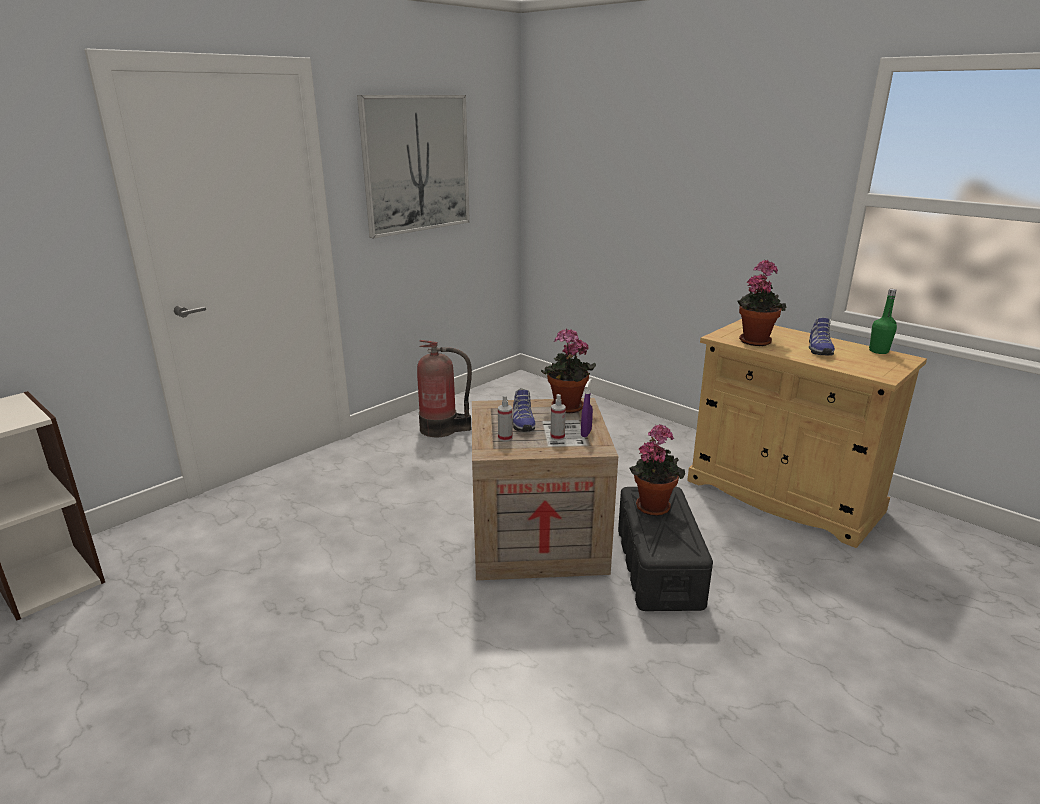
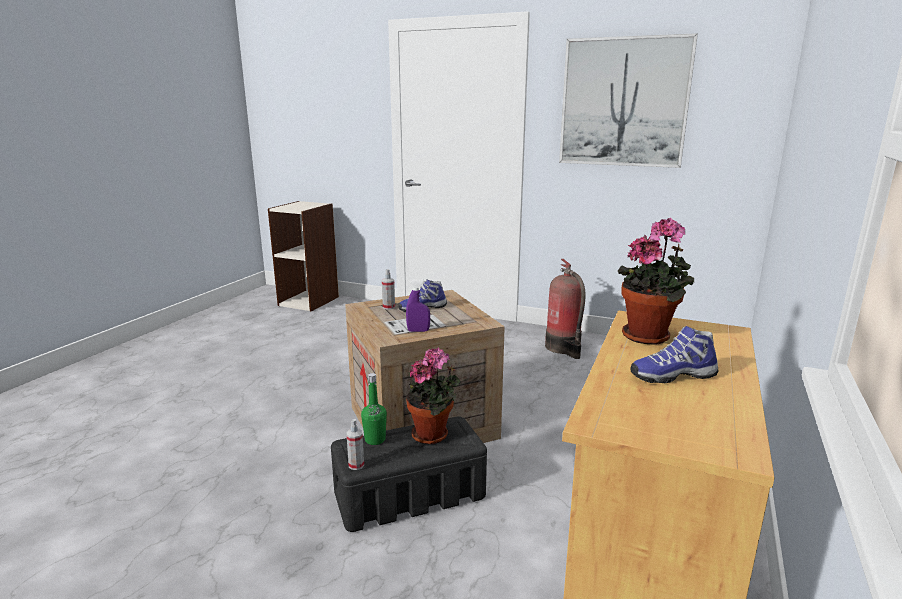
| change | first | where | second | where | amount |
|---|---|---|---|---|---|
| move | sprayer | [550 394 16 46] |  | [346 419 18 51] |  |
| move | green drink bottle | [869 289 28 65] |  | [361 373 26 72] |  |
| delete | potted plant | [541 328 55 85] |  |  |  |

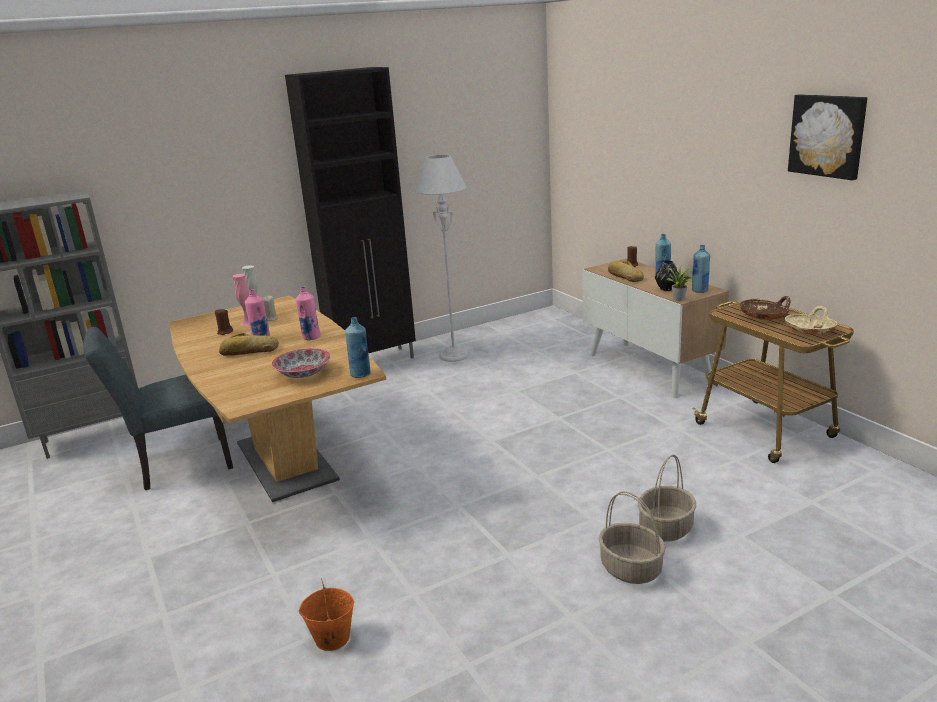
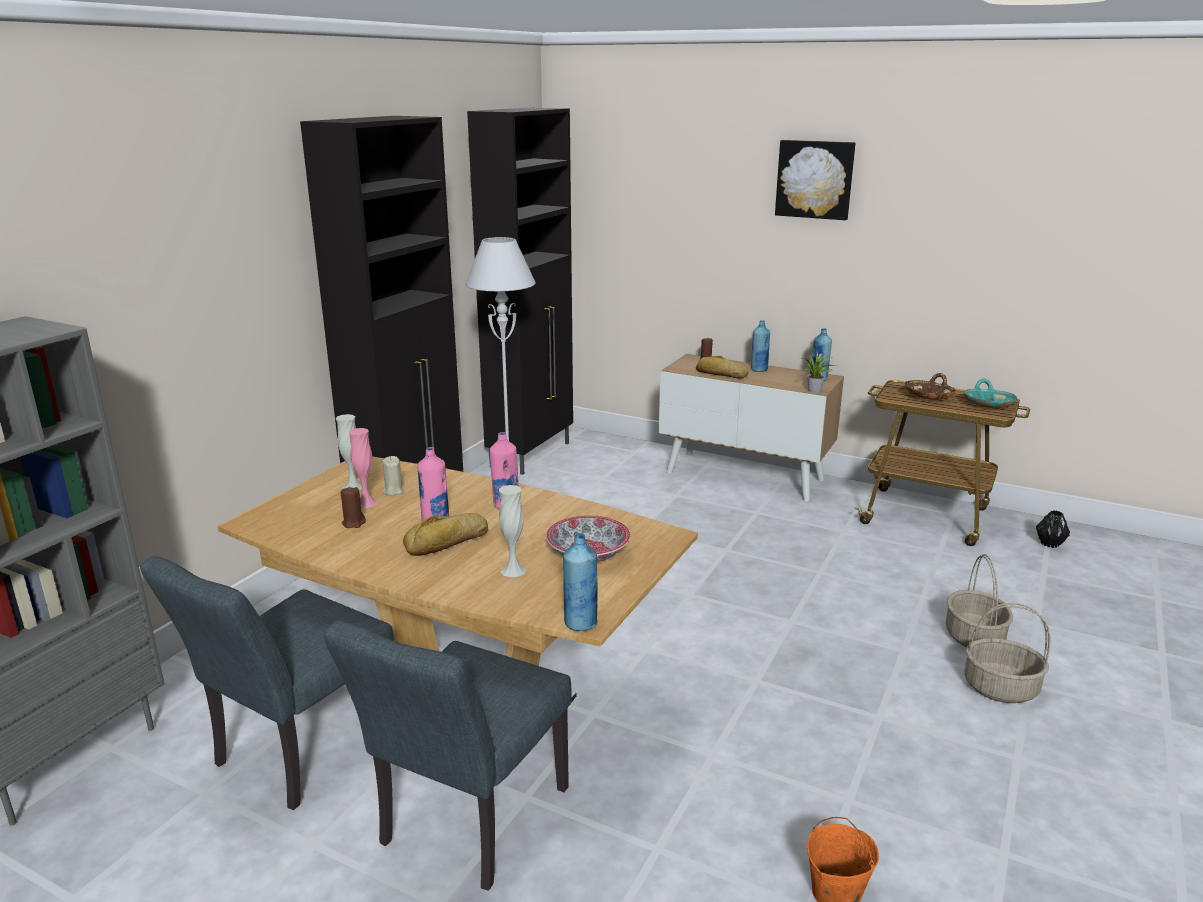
| change | first | where | second | where | amount |
|---|---|---|---|---|---|
| insert |  |  | greyish upright chair | [324 621 248 270] |  |
| insert |  |  | black-coloured cupboard | [467 108 106 367] |  |
| insert |  |  | white vase | [499 485 27 92] |  |
| move | blue-coloured drink bottle | [345 317 26 61] |  | [563 533 35 98] |  |
| move | picture | [788 94 79 86] |  | [775 140 80 80] |  |
| recolor | beige serving bowl | [785 306 53 29] | blue-green serving bowl | [963 379 54 29] |  |
| move | black-coloured vase | [655 260 24 31] |  | [1036 510 34 38] |  |

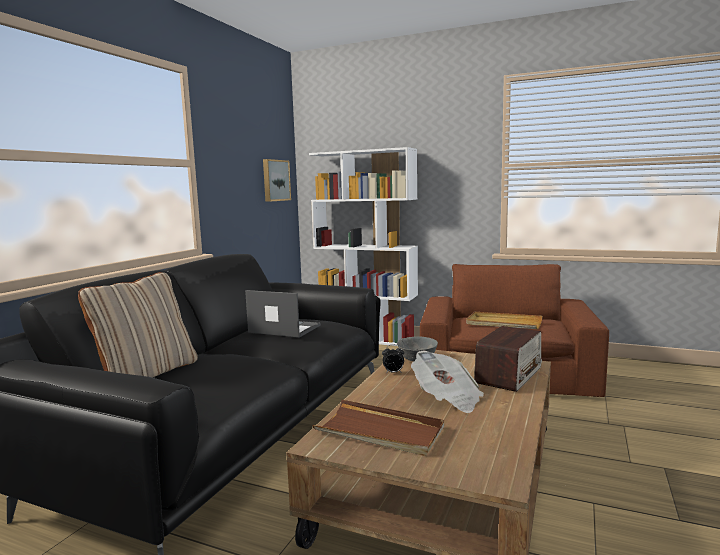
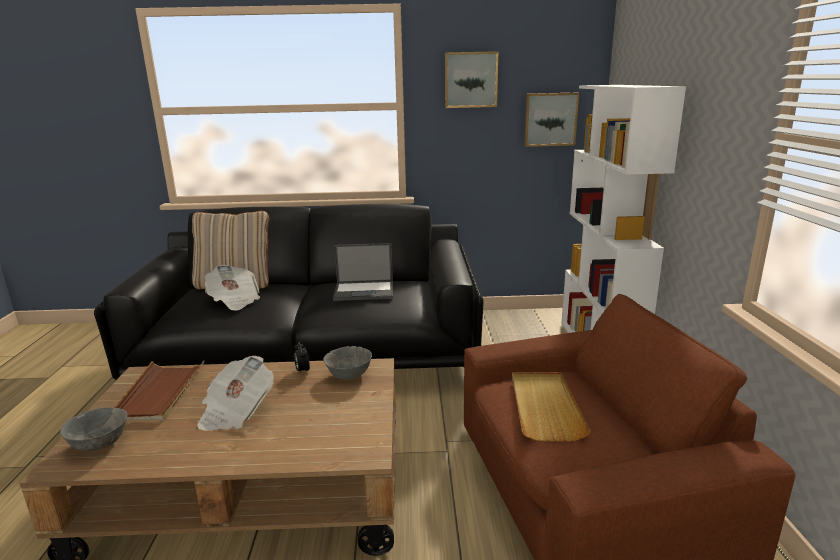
| change | first | where | second | where | amount |
|---|---|---|---|---|---|
| insert |  |  | greyish serving bowl | [60 407 68 44] |  |
| insert |  |  | newspaper | [205 265 55 46] |  |
| rotate | notebook computer | [245 290 76 48] |  | [333 243 60 58] | 90 degrees clockwise |
| insert |  |  | picture | [445 51 53 57] |  |
| delete | radio set | [474 326 68 66] |  |  |  |

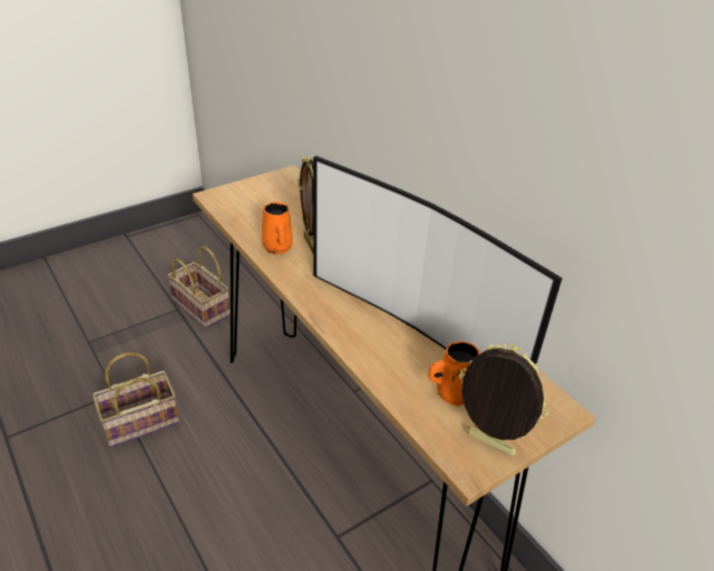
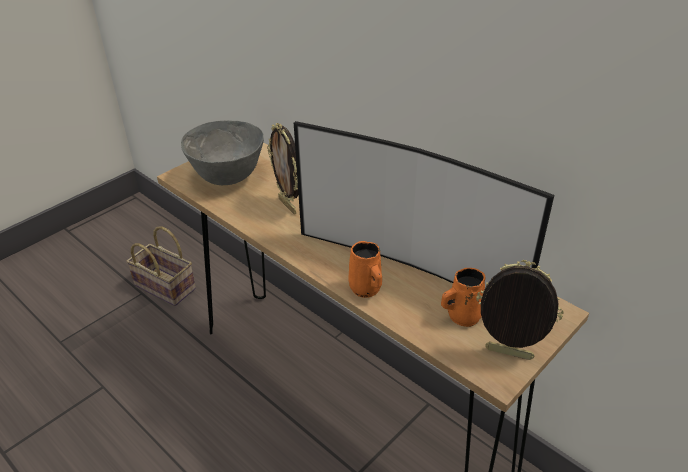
| change | first | where | second | where | amount |
|---|---|---|---|---|---|
| insert |  |  | greyish serving bowl | [181 121 83 64] |  |
| move | orangey tea mug | [262 202 31 52] |  | [348 241 34 57] |  |
| delete | household basket | [92 352 87 95] |  |  |  |

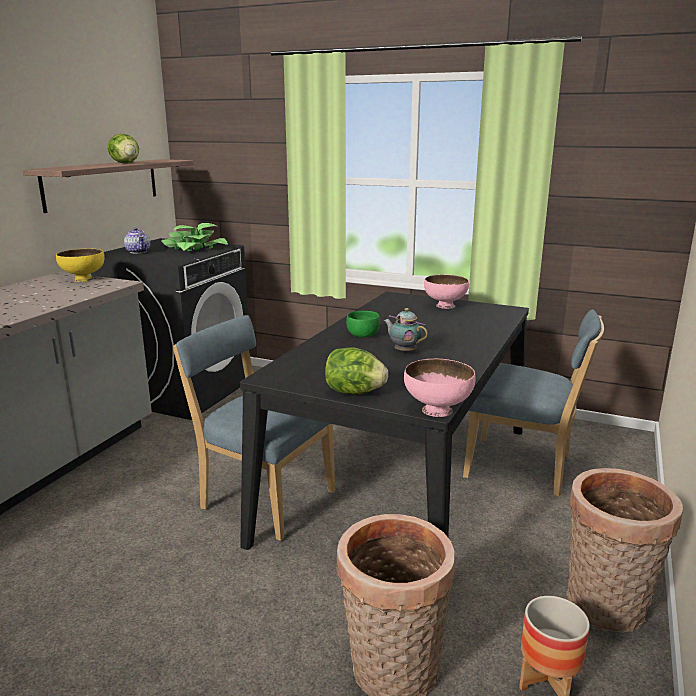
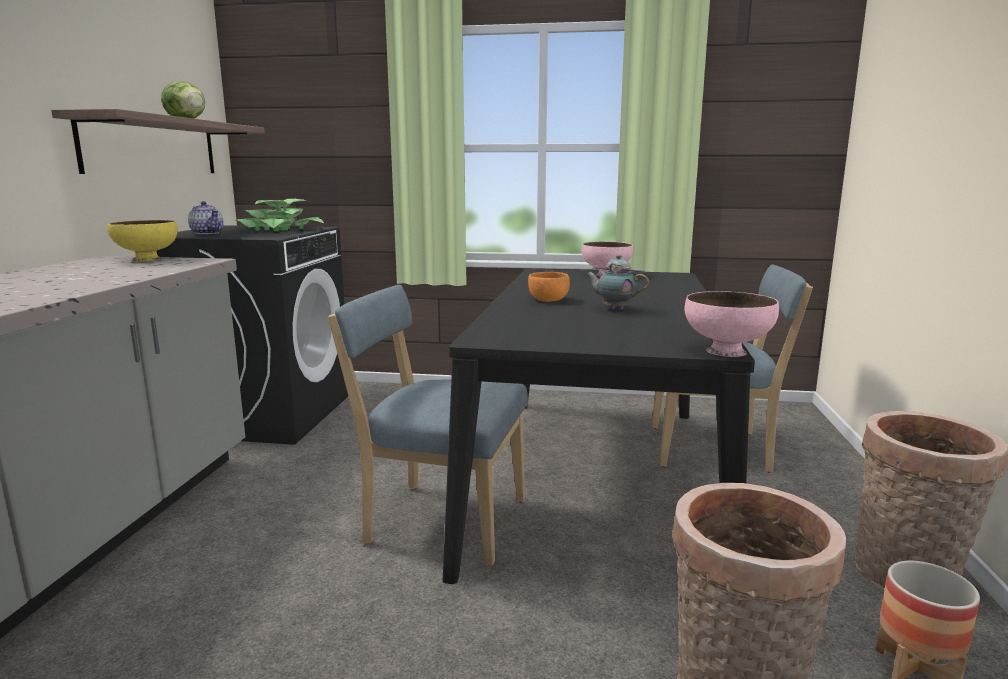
| change | first | where | second | where | amount |
|---|---|---|---|---|---|
| recolor | green serving bowl | [346 311 34 26] | orangey serving bowl | [528 272 42 30] |  |
| delete | head of lettuce | [325 347 63 47] |  |  |  |

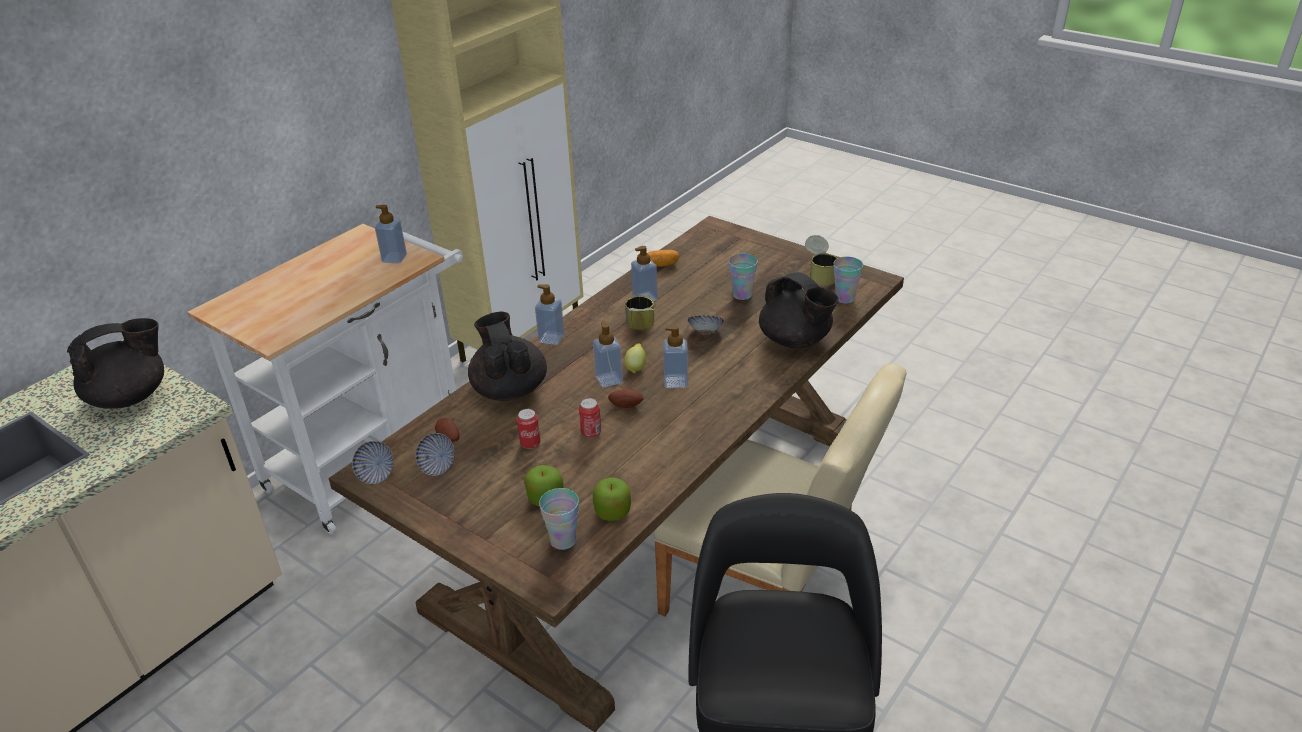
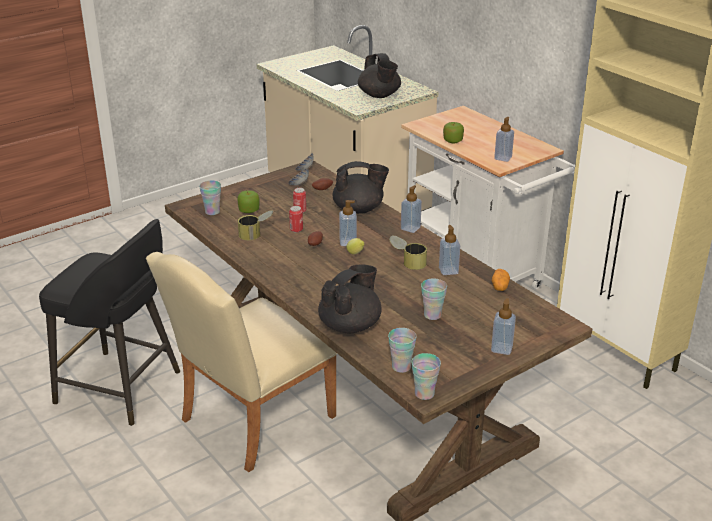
| change | first | where | second | where | amount |
|---|---|---|---|---|---|
| move | can | [805 235 32 50] |  | [238 210 36 30] |  |
| rotate | black-coloured pot for tea | [759 272 80 76] |  | [318 265 64 68] | 150 degrees clockwise |
| insert |  |  | cup | [411 353 30 47] |  |
| move | apple | [593 478 38 43] |  | [443 122 21 21] |  |
| move | soap dispenser | [663 325 25 63] |  | [491 298 25 57] |  |
| delete | serving bowl | [688 315 36 19] |  |  |  |

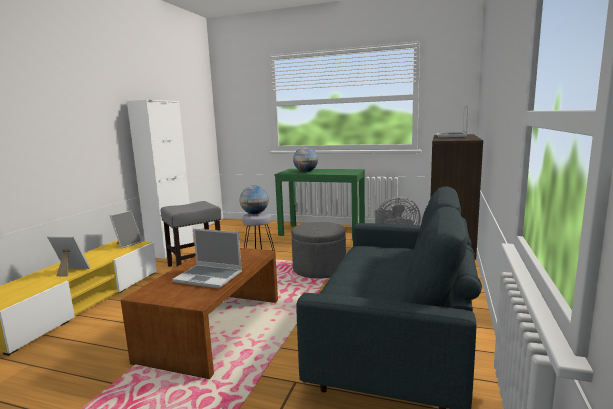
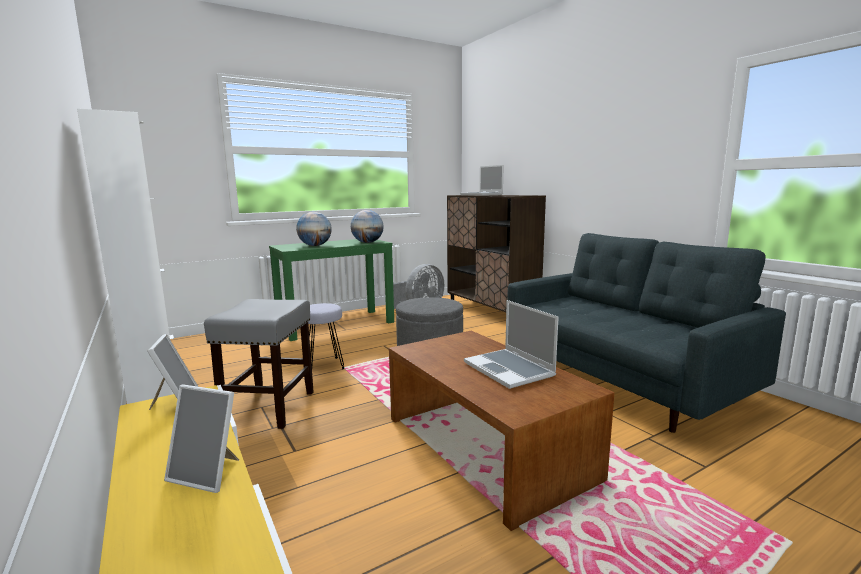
| change | first | where | second | where | amount |
|---|---|---|---|---|---|
| rotate | picture frame | [47 236 43 41] |  | [164 385 75 108] | 120 degrees counterclockwise |
| move | desk globe | [240 185 29 29] |  | [351 210 33 33] |  |
| rotate | notebook computer | [172 229 70 60] |  | [464 300 95 89] | 90 degrees clockwise |

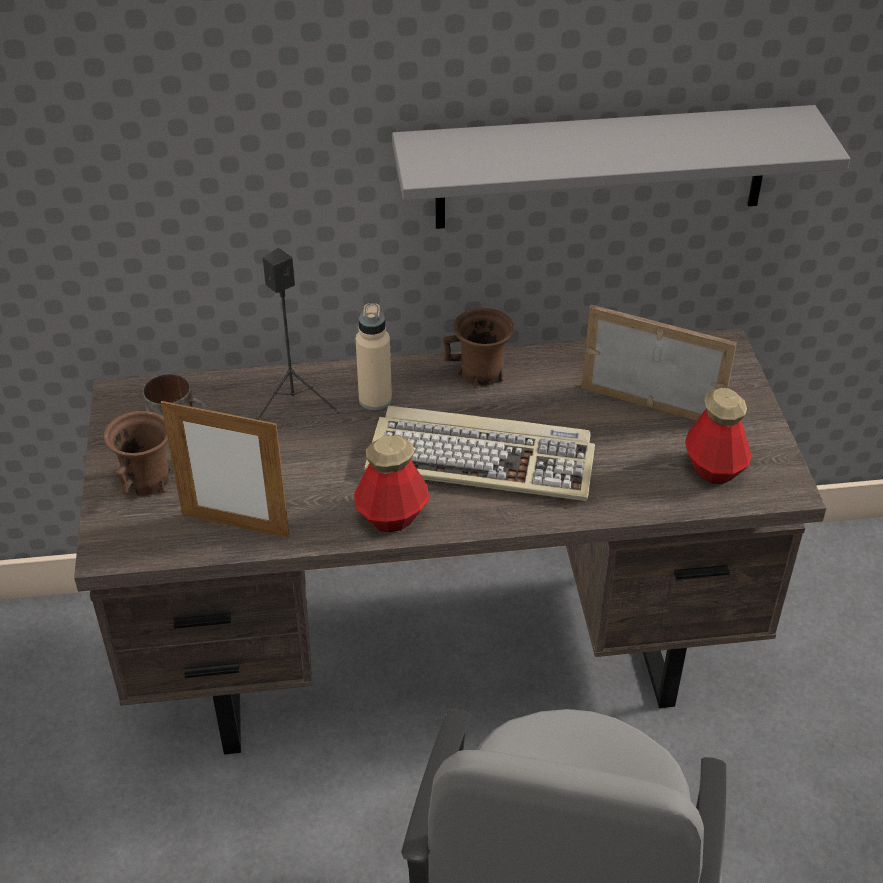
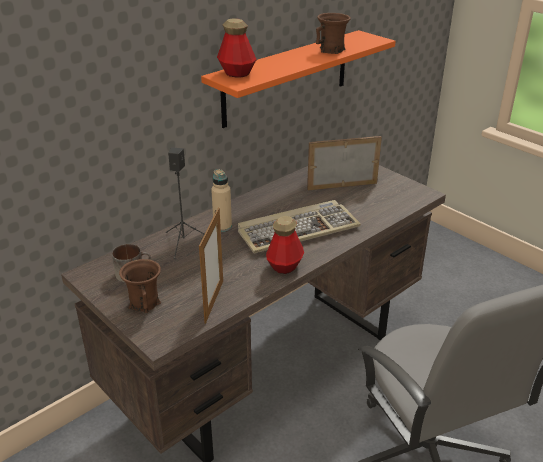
| change | first | where | second | where | amount |
|---|---|---|---|---|---|
| rotate | picture frame | [161 400 128 138] |  | [199 207 24 117] | 60 degrees counterclockwise |
| recolor | greyish wall shelf | [392 105 458 124] | orangey wall shelf | [201 30 195 98] |  |
| move | drink bottle | [685 388 67 96] |  | [217 18 40 60] |  |
| move | brown tea mug | [443 308 71 81] |  | [316 13 35 41] |  |

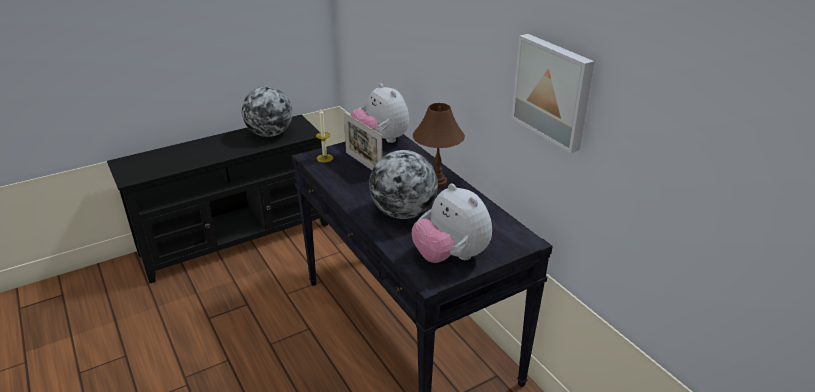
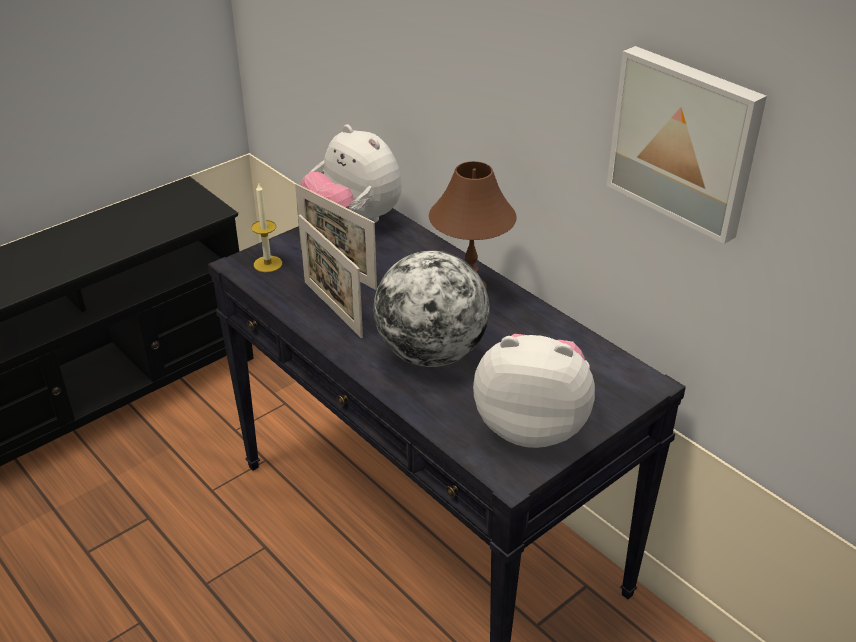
| change | first | where | second | where | amount |
|---|---|---|---|---|---|
| insert |  |  | picture frame | [299 215 64 123] |  |
| rotate | plush toy | [412 183 80 80] |  | [473 334 122 114] | 150 degrees clockwise |
| delete | desk globe | [242 87 51 50] |  |  |  |

